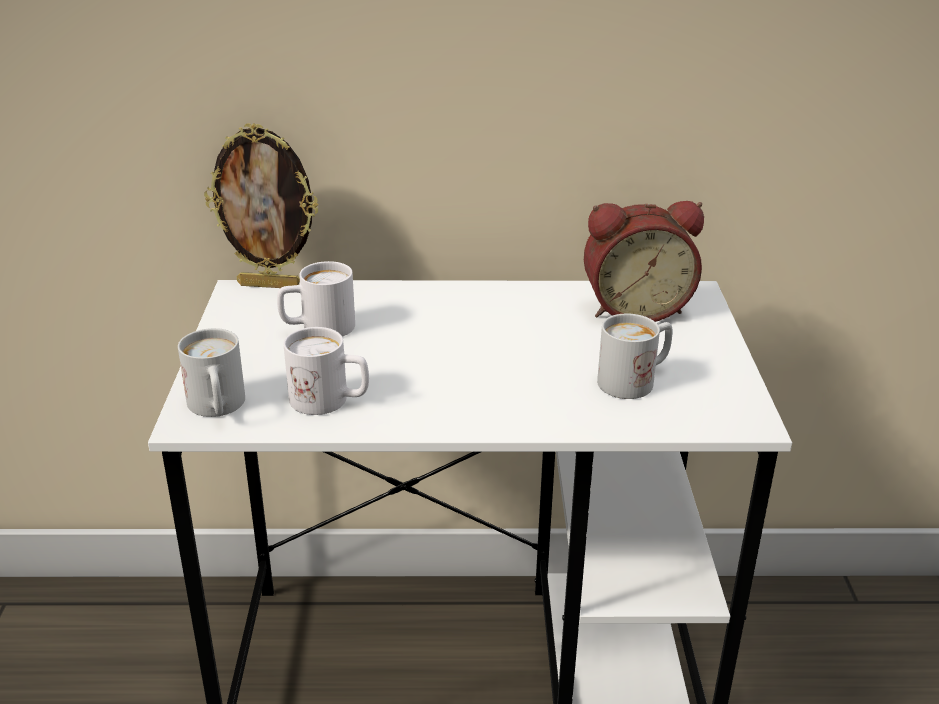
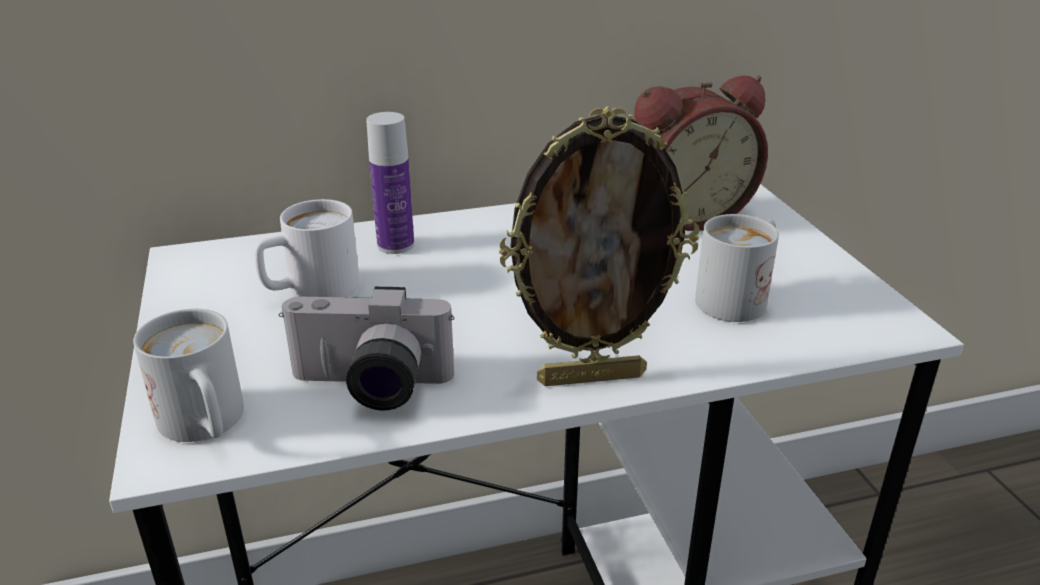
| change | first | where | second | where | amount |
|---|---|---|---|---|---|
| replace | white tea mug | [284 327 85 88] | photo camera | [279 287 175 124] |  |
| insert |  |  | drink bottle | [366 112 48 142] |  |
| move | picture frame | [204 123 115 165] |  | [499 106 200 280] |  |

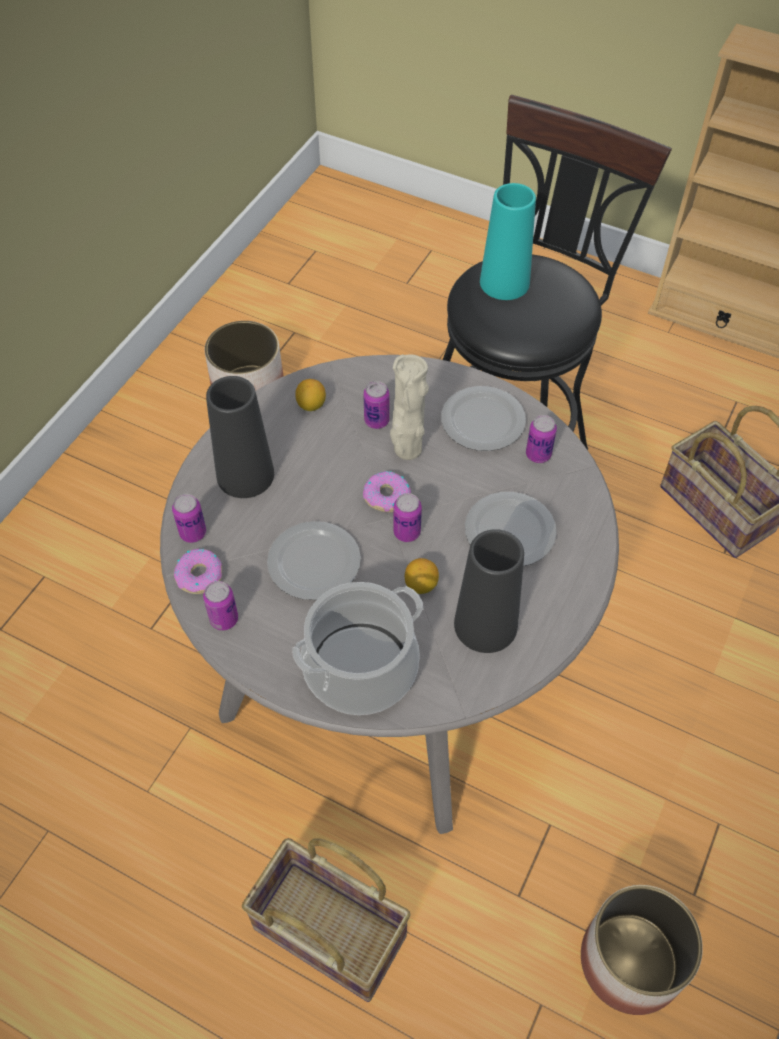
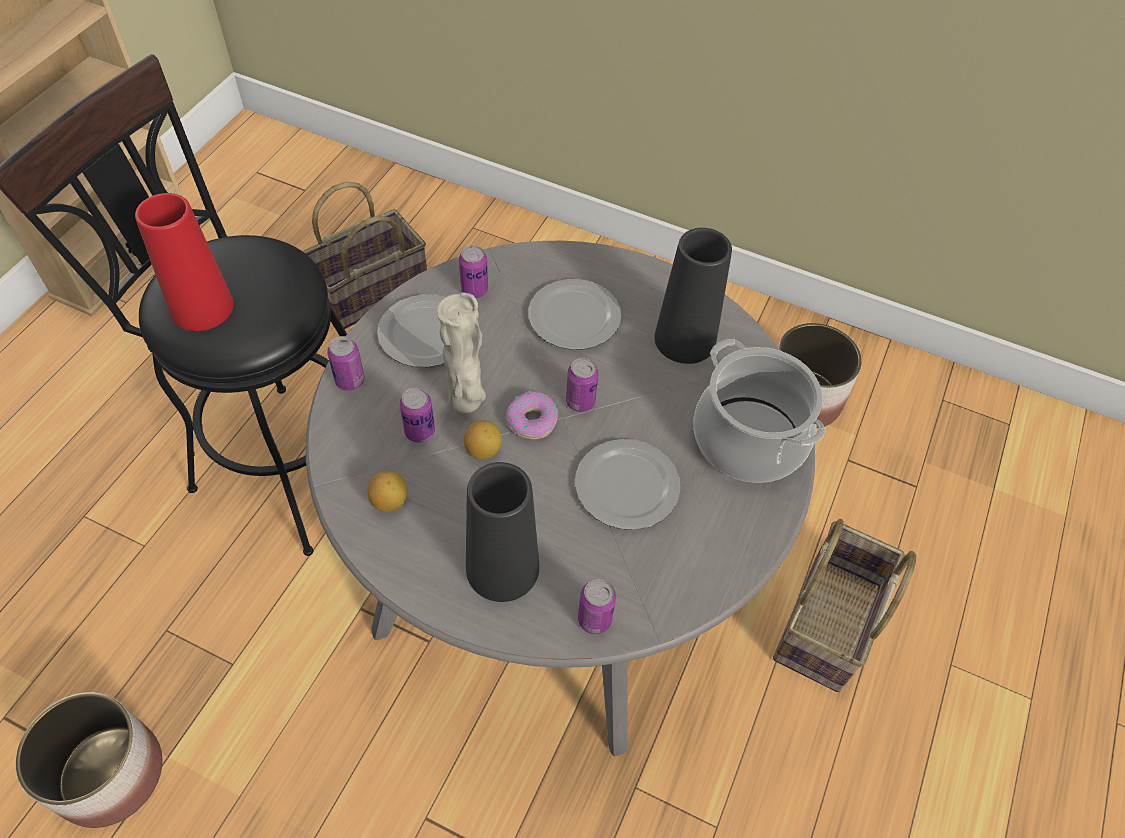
| change | first | where | second | where | amount |
|---|---|---|---|---|---|
| recolor | blue-green vase | [480 183 56 117] | reddish vase | [135 193 99 138] |  |
| move | can | [203 581 35 49] |  | [327 336 38 55] |  |
| move | whole lemon | [405 558 34 36] |  | [464 420 38 40] |  |
| delete | doughnut | [174 549 48 45] |  |  |  |

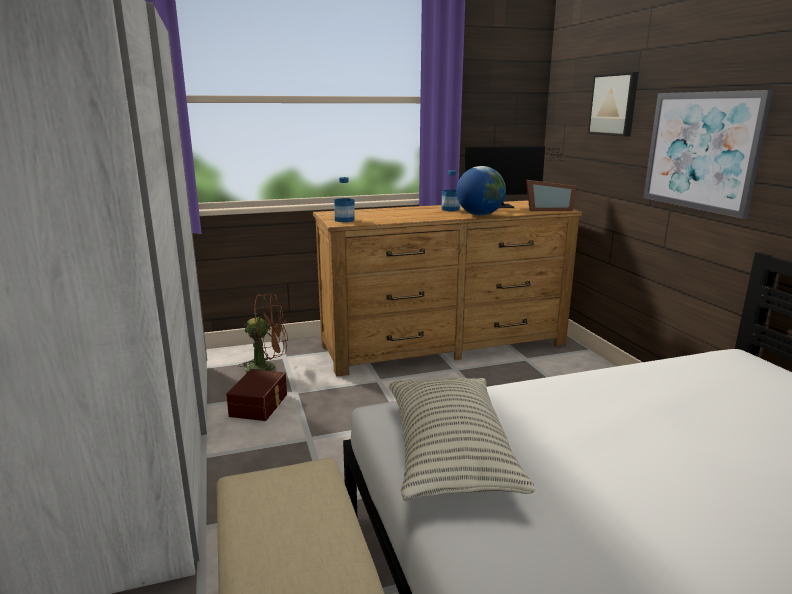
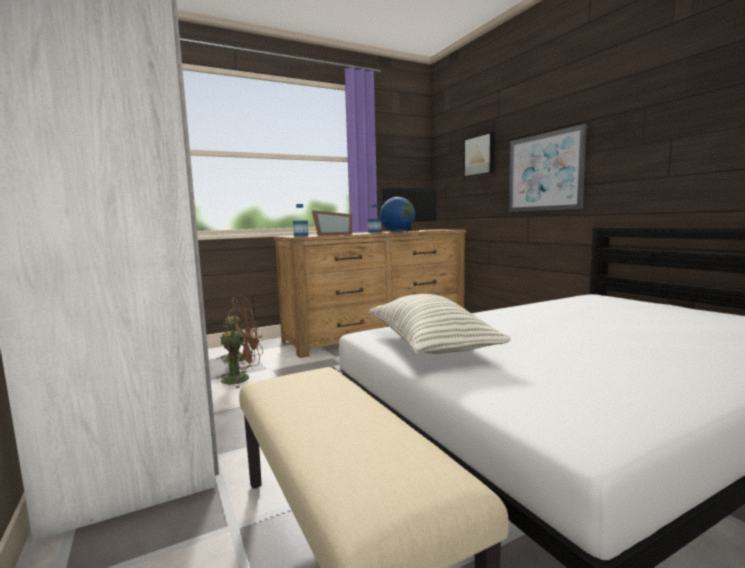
| change | first | where | second | where | amount |
|---|---|---|---|---|---|
| replace | brown storage container | [226 369 61 52] | brown electric fan | [216 307 47 82] |  |
| move | picture frame | [526 180 51 31] |  | [312 210 41 26] |  |

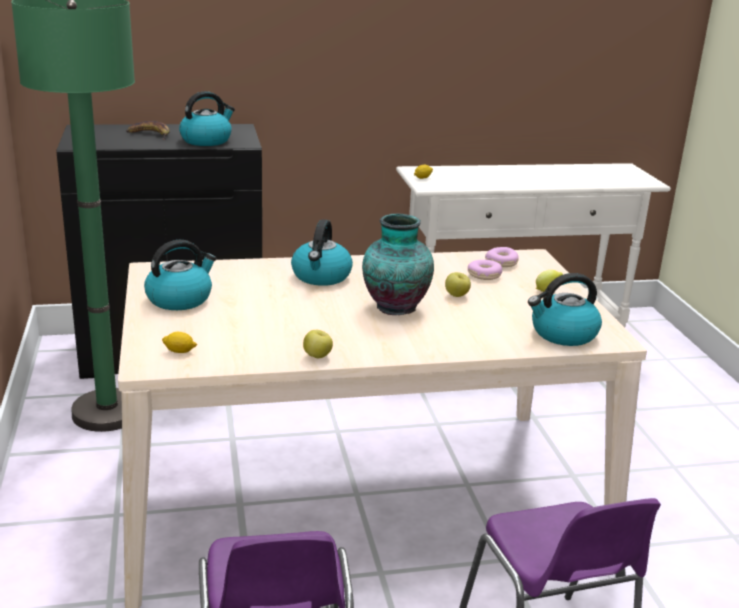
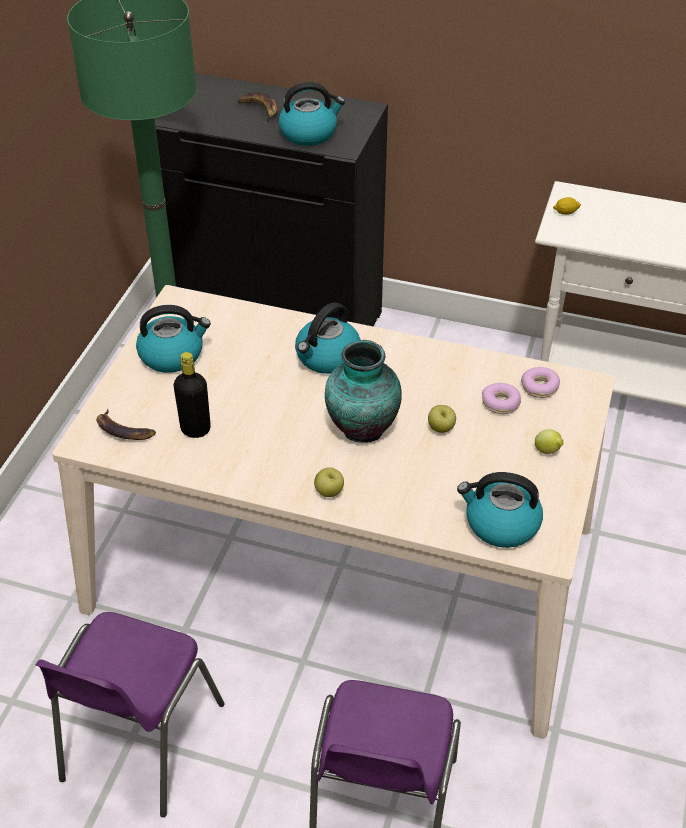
| change | first | where | second | where | amount |
|---|---|---|---|---|---|
| replace | whole lemon | [162 332 35 21] | banana | [97 409 59 31] |  |
| insert |  |  | black-coloured drink bottle | [174 352 37 86] |  |
| move | apple | [303 330 30 28] |  | [314 467 30 30] |  |

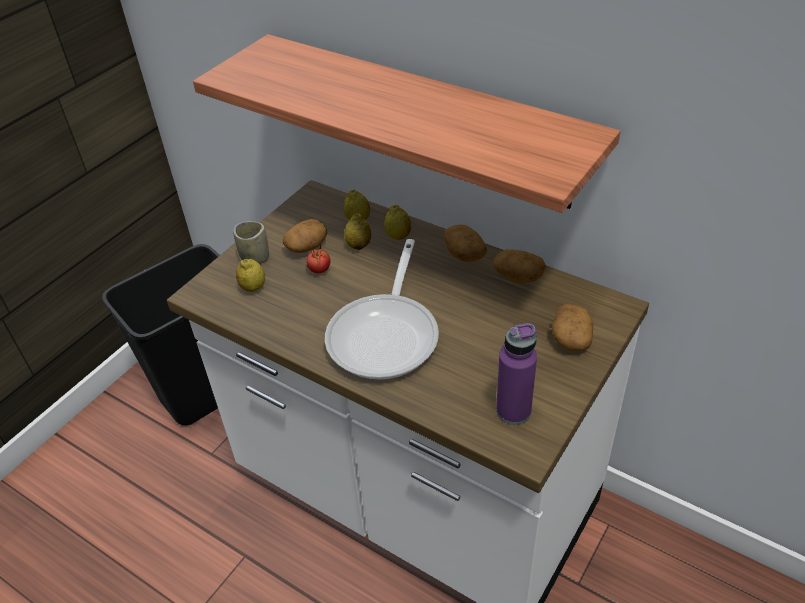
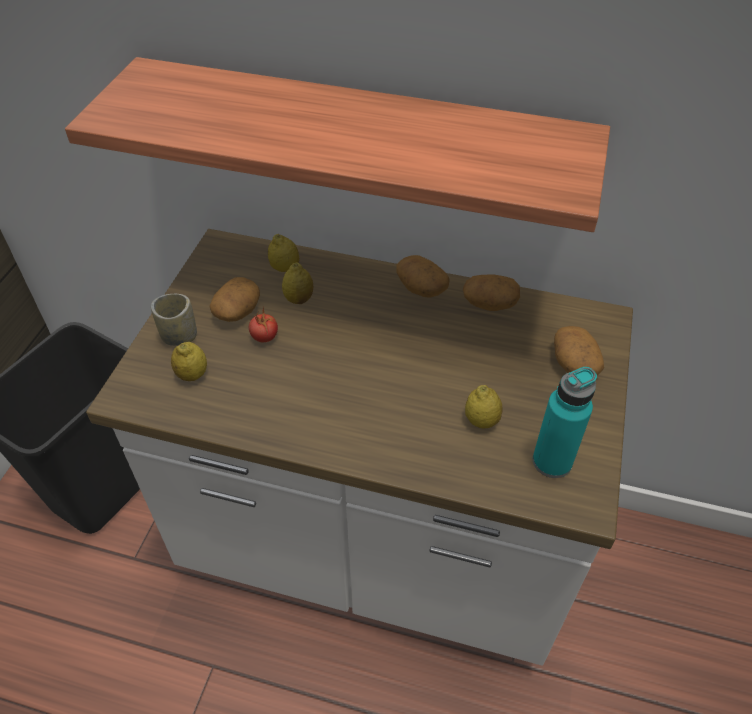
| change | first | where | second | where | amount |
|---|---|---|---|---|---|
| move | whole lemon | [384 205 27 35] |  | [465 385 38 43] |  |
| recolor | purplish drink bottle | [496 323 41 102] | blue-green drink bottle | [533 367 64 111] |  |
| delete | skillet | [325 239 114 141] |  |  |  |

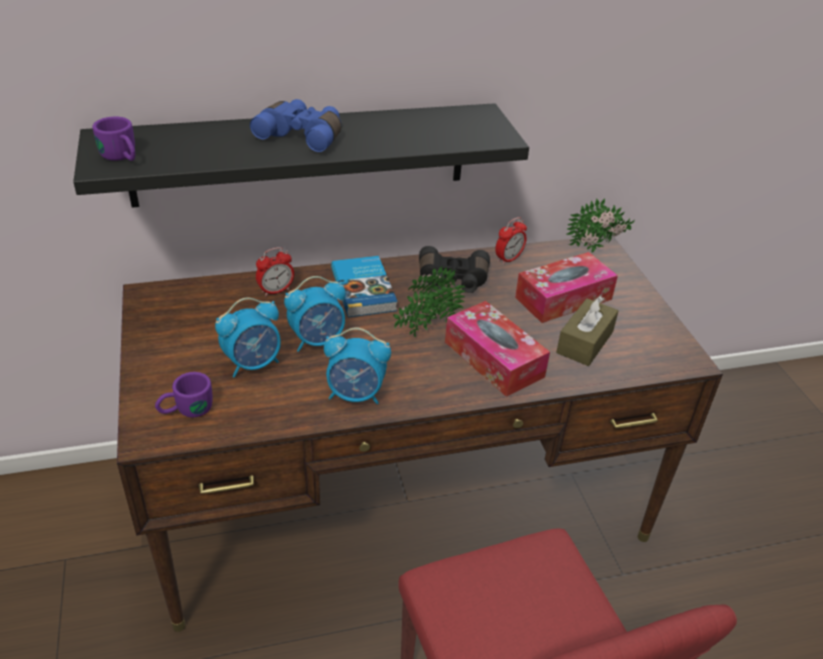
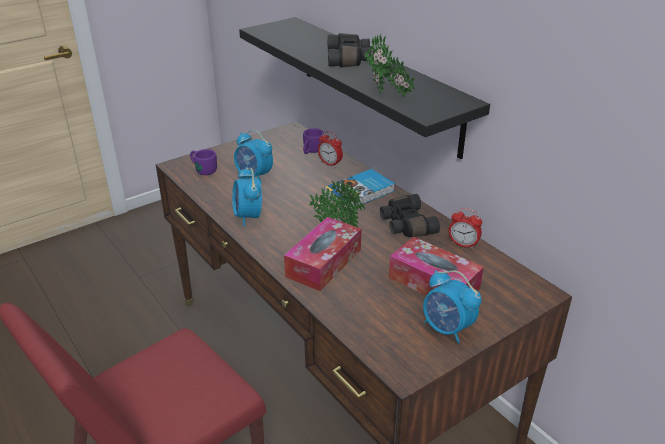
| change | first | where | second | where | amount |
|---|---|---|---|---|---|
| move | purplish tea mug | [92 117 43 44] |  | [303 128 21 26] |  |
| recolor | blue-coloured binoculars | [250 99 92 53] | black-coloured binoculars | [327 33 45 34] |  |
| move | potted plant | [567 198 68 55] |  | [364 33 51 64] |  |
| move | alarm clock | [284 276 62 76] |  | [423 270 59 73] |  |
| delete | brown box of tissues | [556 296 62 70] |  |  |  |

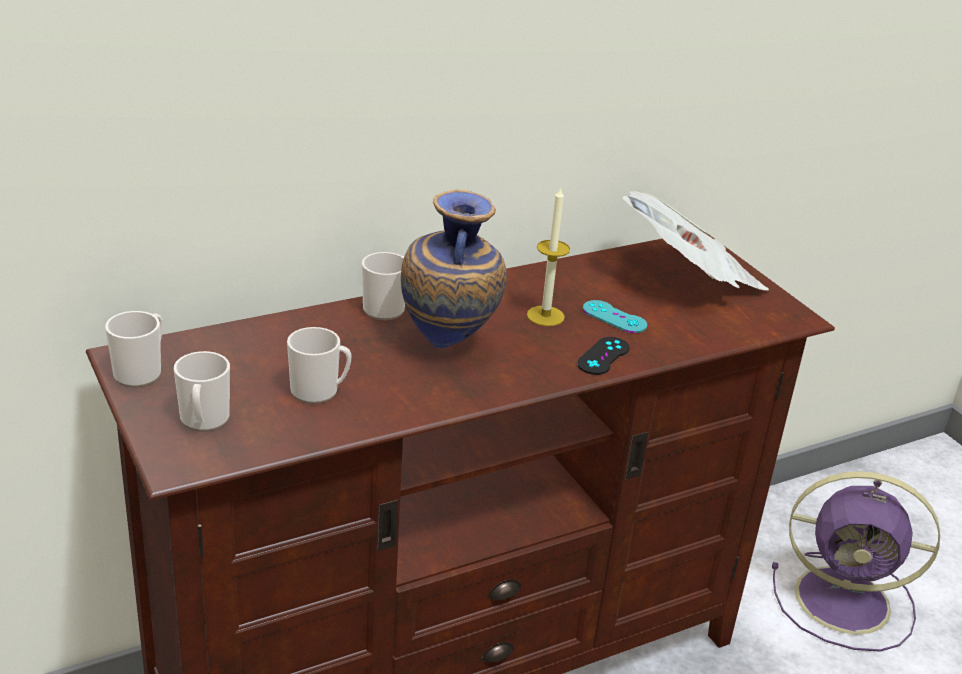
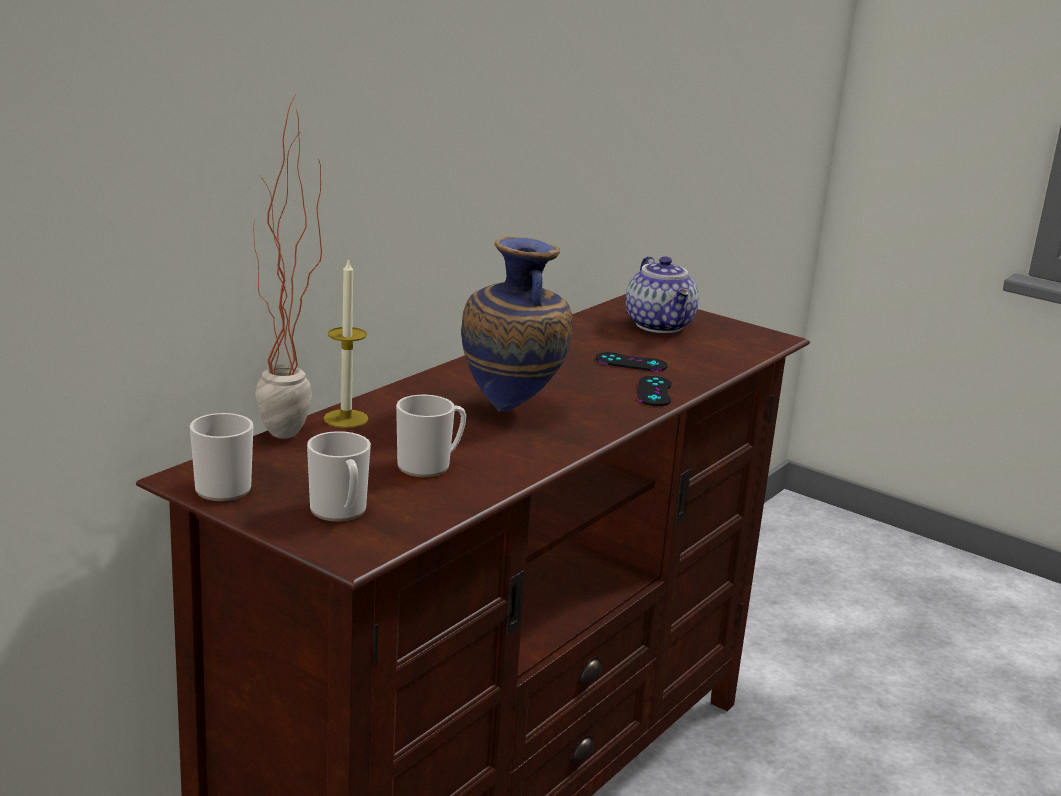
| change | first | where | second | where | amount |
|---|---|---|---|---|---|
| insert |  |  | potted plant | [253 96 69 343] |  |
| move | wax light | [527 186 43 140] |  | [324 258 45 170] |  |
| recolor | blue-green game controller | [583 300 64 33] | black-coloured game controller | [596 352 72 19] |  |
| replace | newspaper | [621 191 148 100] | pot for tea | [625 256 74 77] |  |
| delete | tea mug | [362 252 43 68] |  |  |  |
| delete | purplish electric fan | [772 471 168 181] |  |  |  |

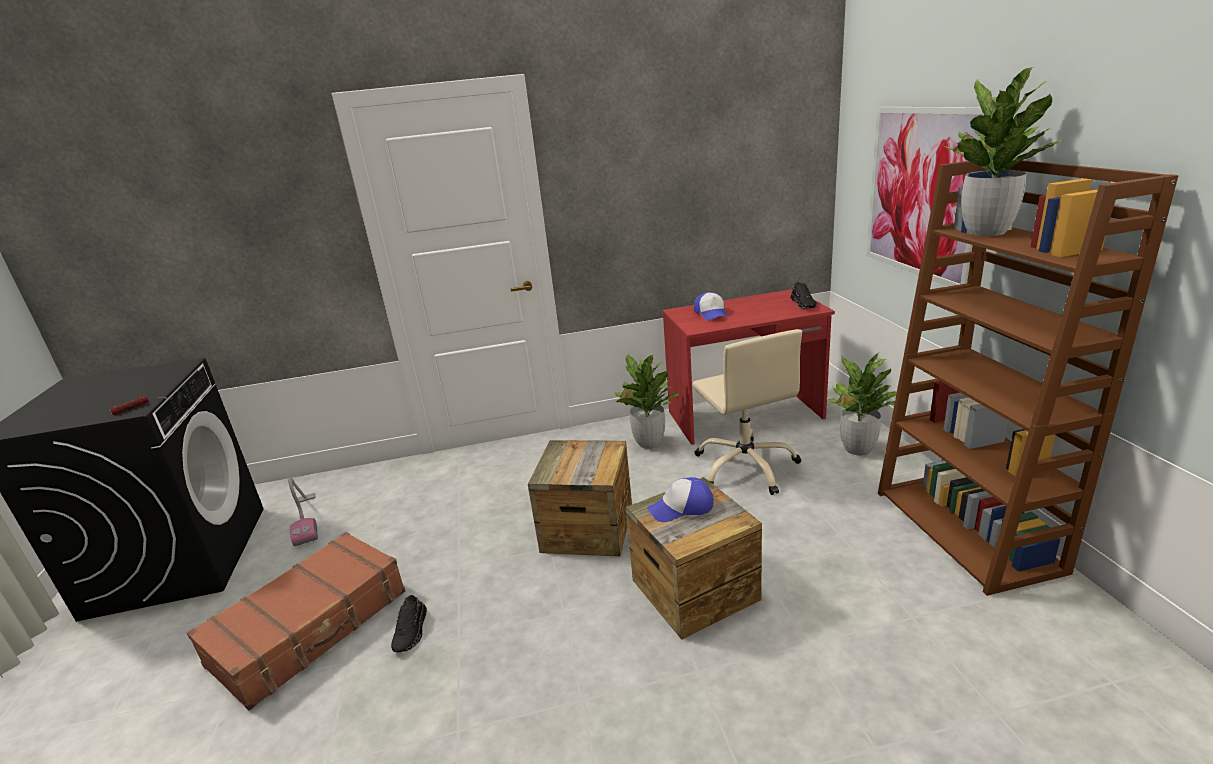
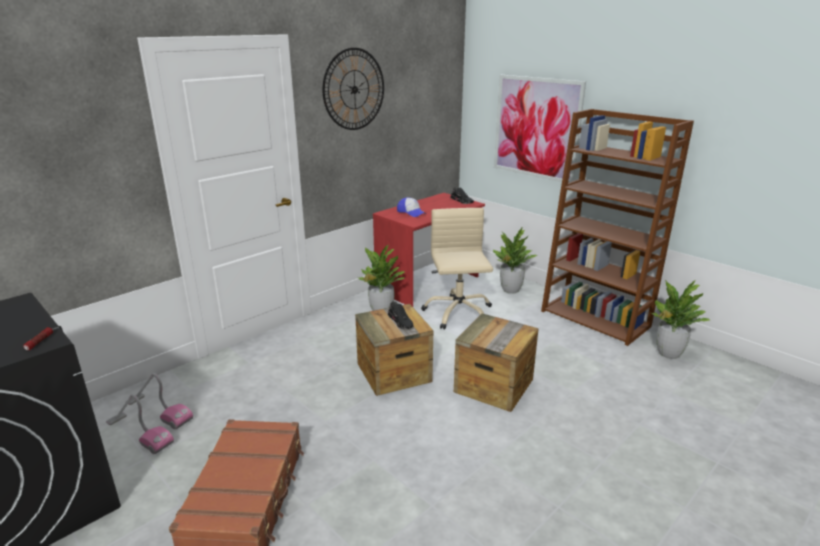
| change | first | where | second | where | amount |
|---|---|---|---|---|---|
| insert |  |  | vacuum cleaner | [126 373 67 56] |  |
| insert |  |  | wall clock | [322 48 62 82] |  |
| move | black-coloured low shoe | [391 595 36 57] |  | [388 301 26 28] |  |
| rotate | beige computer chair | [692 329 110 166] |  | [421 208 72 122] | 135 degrees counterclockwise |
| move | potted plant | [942 67 122 169] |  | [651 280 59 79] |  |
| delete | baseball cap | [647 477 67 45] |  |  |  |

